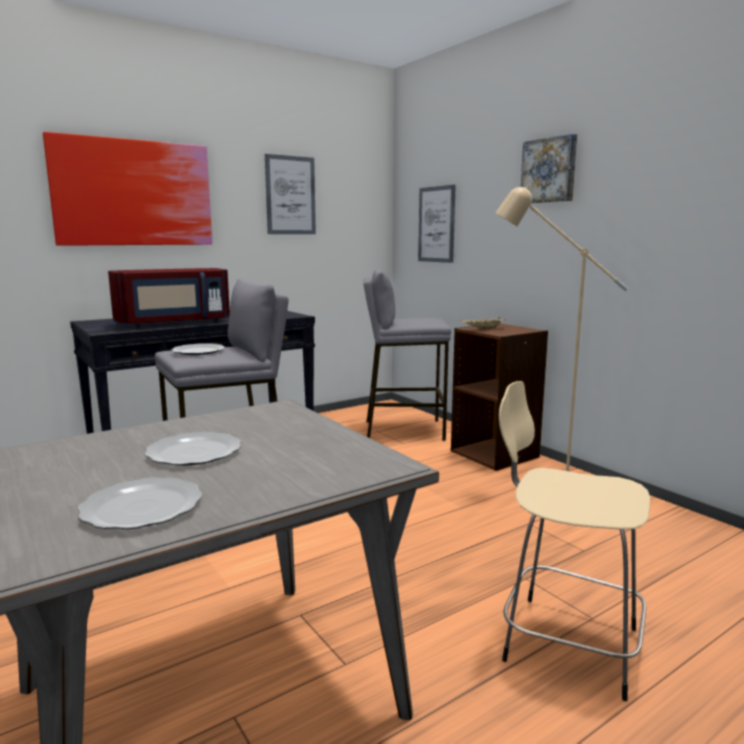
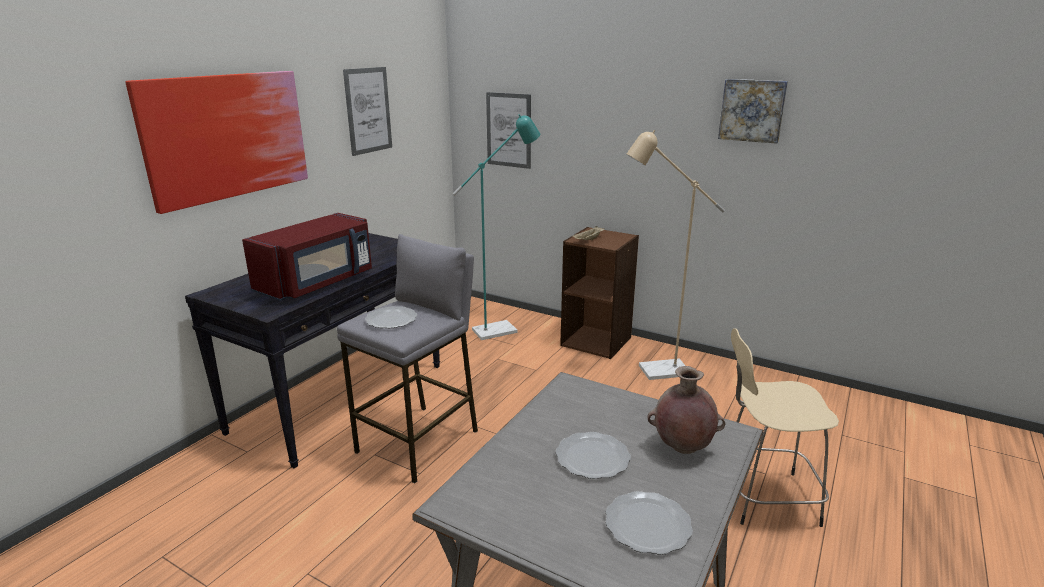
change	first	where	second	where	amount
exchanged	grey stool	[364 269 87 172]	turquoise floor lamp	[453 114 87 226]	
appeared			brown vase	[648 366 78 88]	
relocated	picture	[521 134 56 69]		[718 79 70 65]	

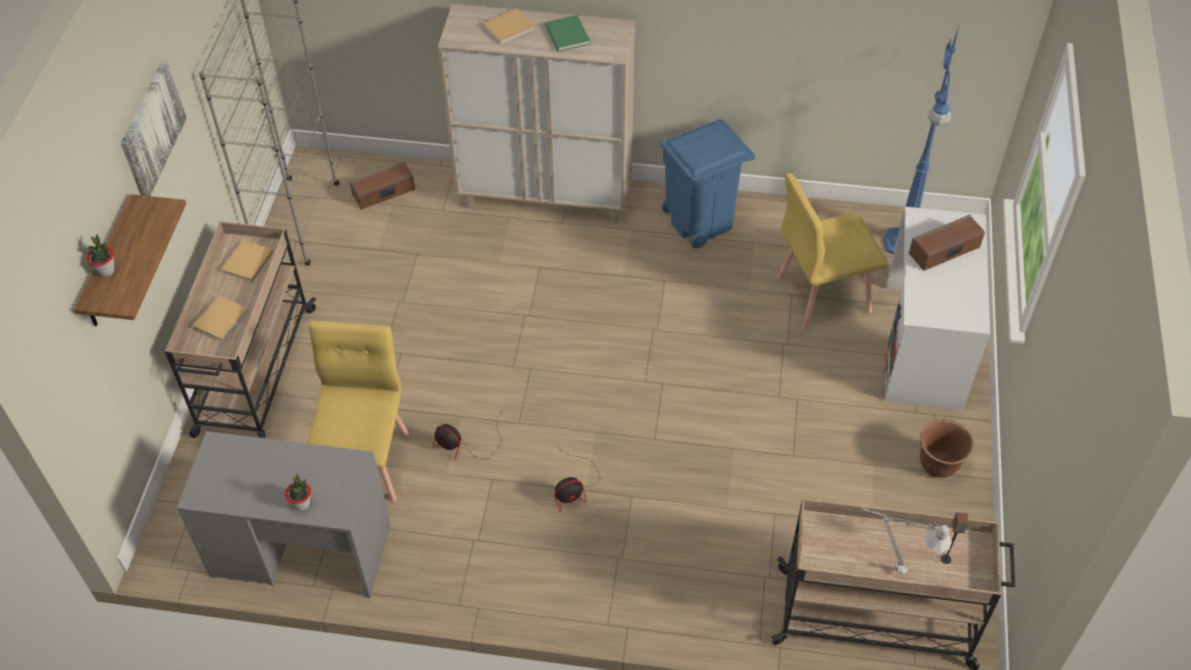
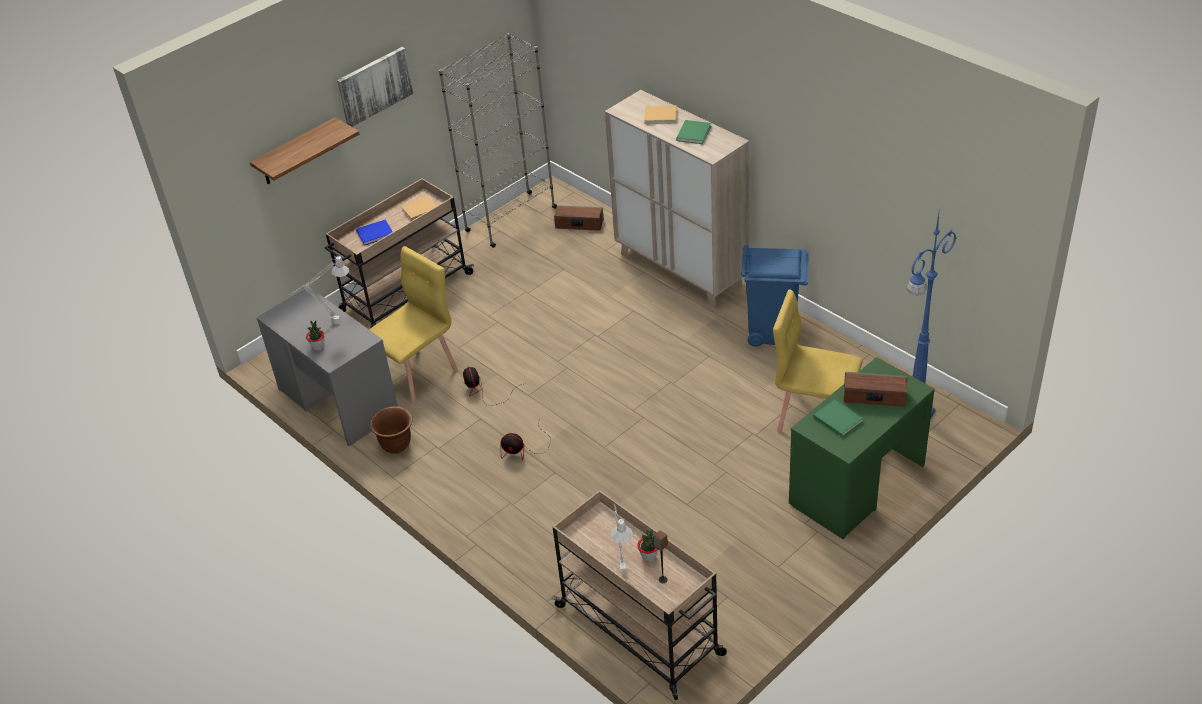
change	first	where	second	where	amount
appeared			grey table lamp	[289 256 60 66]	
colour	beige book	[192 296 56 46]	blue book	[356 219 37 26]	
relocated	brown planter	[920 419 55 59]		[370 406 43 48]	
relocated	potted plant	[86 234 29 43]		[637 529 21 33]	
colour	white desk	[884 207 106 203]	green desk	[789 357 146 182]	
appeared			green book	[813 400 50 37]	

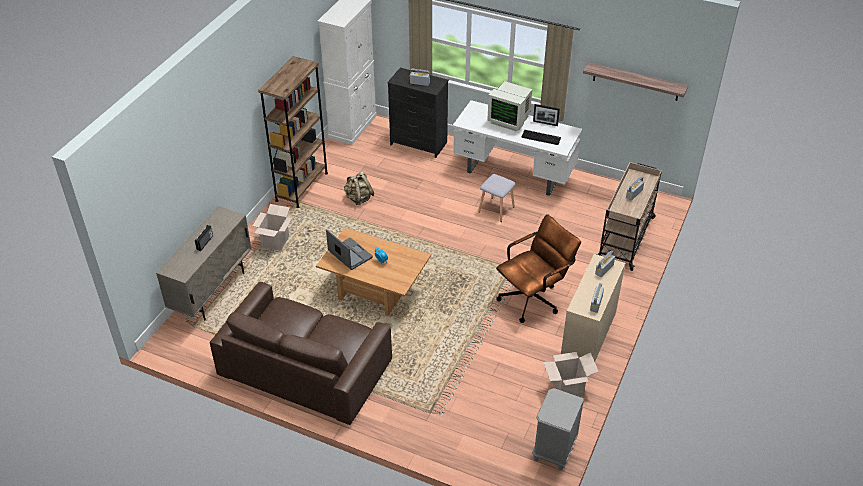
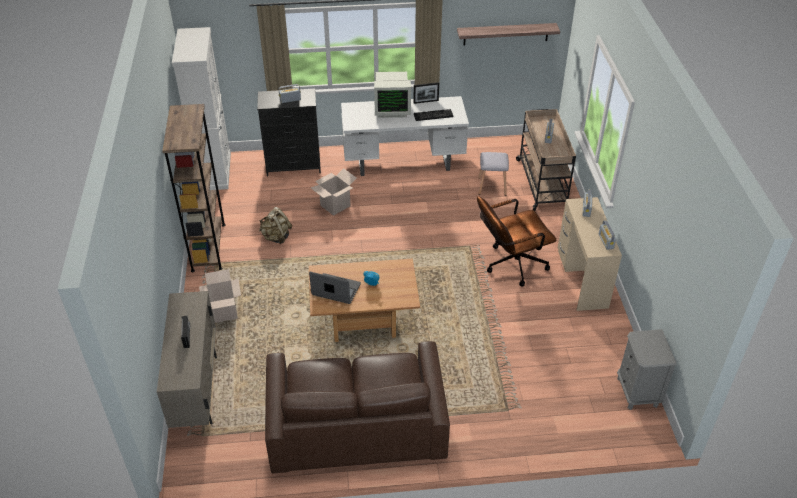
change	first	where	second	where	amount
relocated	cardboard box	[543 352 55 45]		[311 168 46 48]	
spun	brown office chair	[496 214 85 109]		[477 196 80 91]	135 degrees counterclockwise
relocated	grey stool	[478 174 38 48]		[478 152 31 44]	

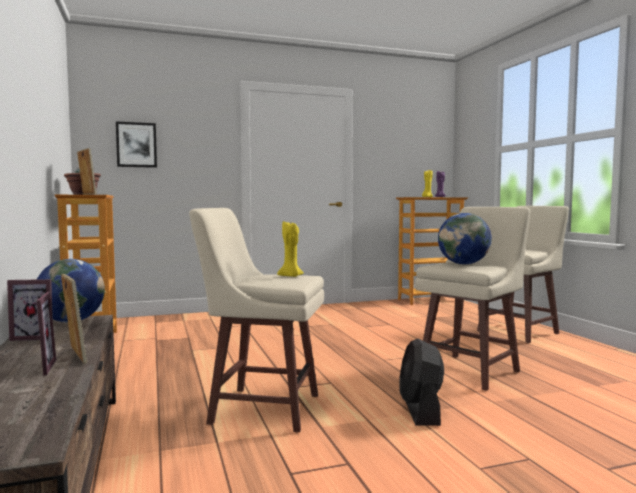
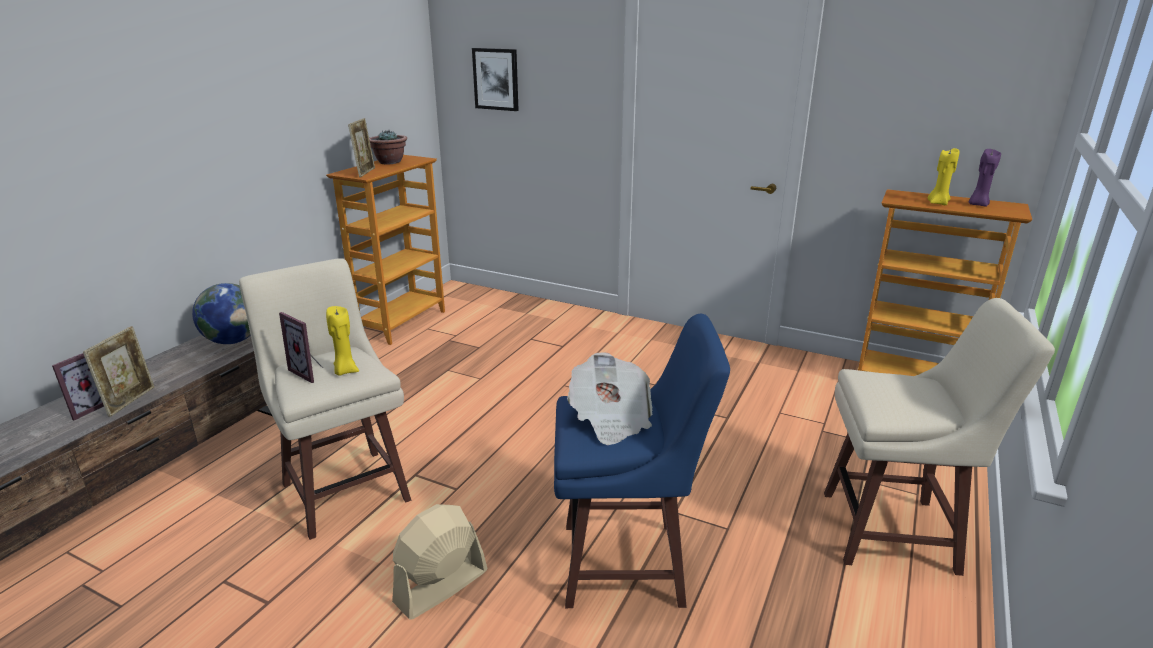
change	first	where	second	where	amount
relocated	picture frame	[7 279 46 62]		[279 312 43 71]	
colour	black fan	[399 339 45 87]	beige fan	[392 504 95 116]	
colour	beige stool	[415 207 115 184]	blue stool	[554 314 176 294]	
exchanged	globe	[438 213 54 51]	newspaper	[567 352 85 93]	

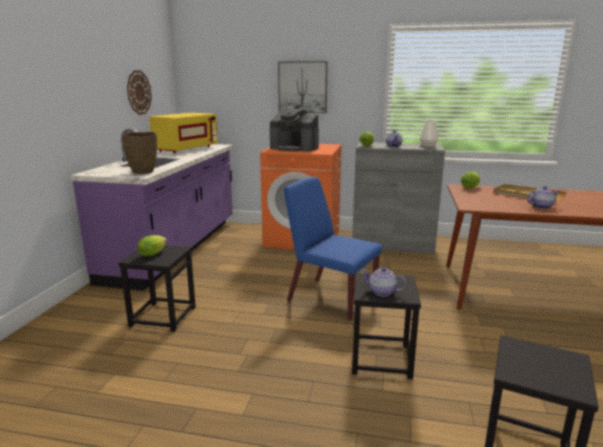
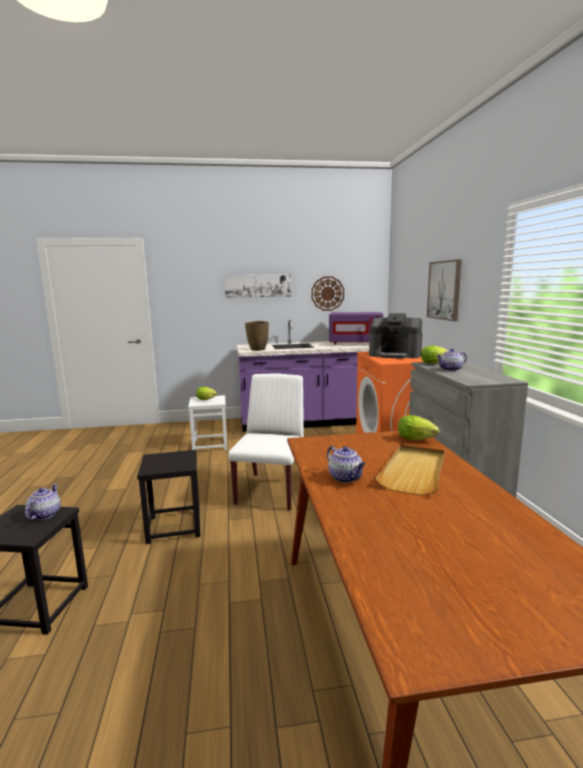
change	first	where	second	where	amount
relocated	teapot	[362 267 44 29]		[25 484 36 36]	
colour	black stool	[118 245 78 87]	white stool	[188 395 39 55]	
appeared			picture	[224 274 67 24]	
colour	blue chair	[284 177 98 143]	white chair	[228 373 76 138]	
colour	yellow microwave	[149 113 69 40]	purple microwave	[329 312 54 32]	
spun	coffee machine	[270 109 49 43]		[369 313 53 46]	75 degrees counterclockwise
missing	white vase	[420 121 19 26]			

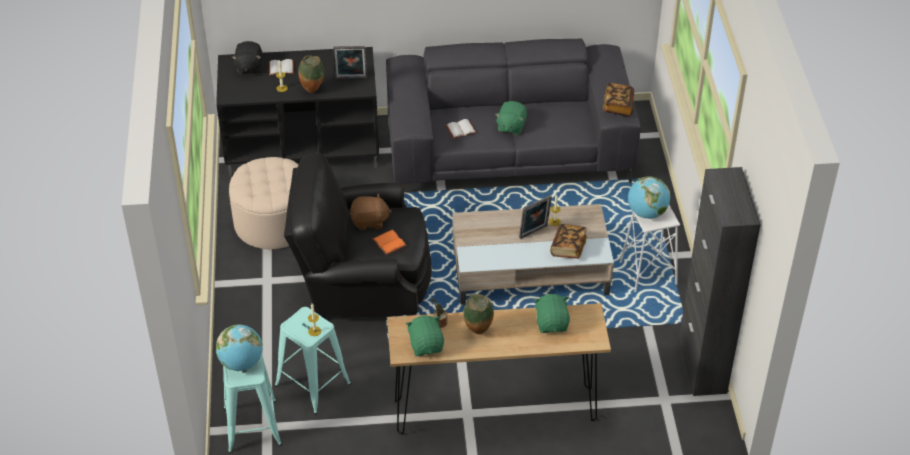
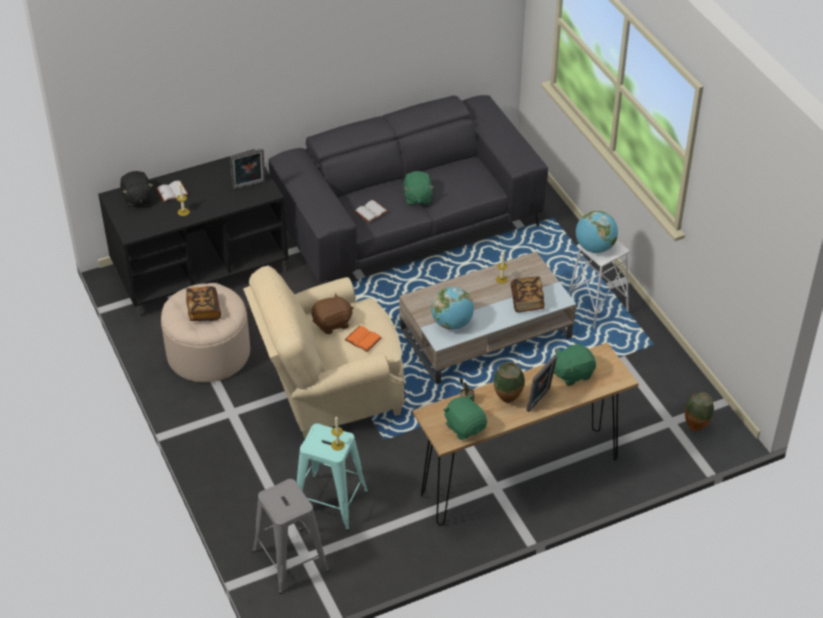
change	first	where	second	where	amount
relocated	book	[603 83 31 34]		[186 286 35 35]	
colour	black armchair	[284 152 148 167]	beige armchair	[243 265 162 173]	
colour	turquoise stool	[223 354 59 99]	grey stool	[252 479 78 115]	
relocated	globe	[216 324 47 47]		[431 287 43 43]	
relocated	picture frame	[519 195 33 44]		[526 355 31 57]	
spun	green plush toy	[534 294 36 39]		[554 344 42 42]	90 degrees counterclockwise
relocated	vase	[298 55 26 38]		[685 392 29 40]	
missing	black cabinet	[679 167 82 229]			

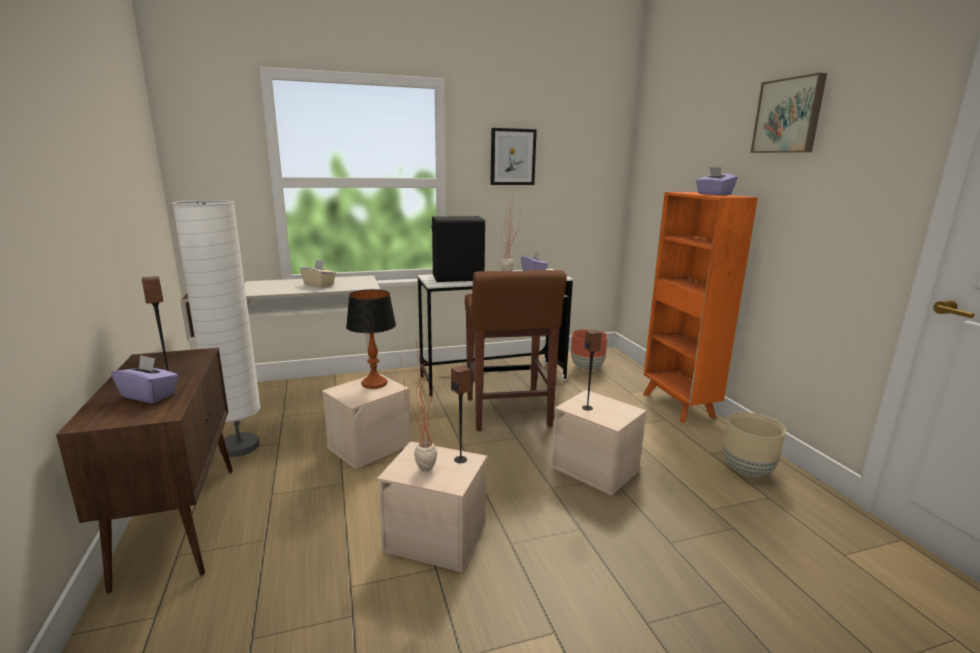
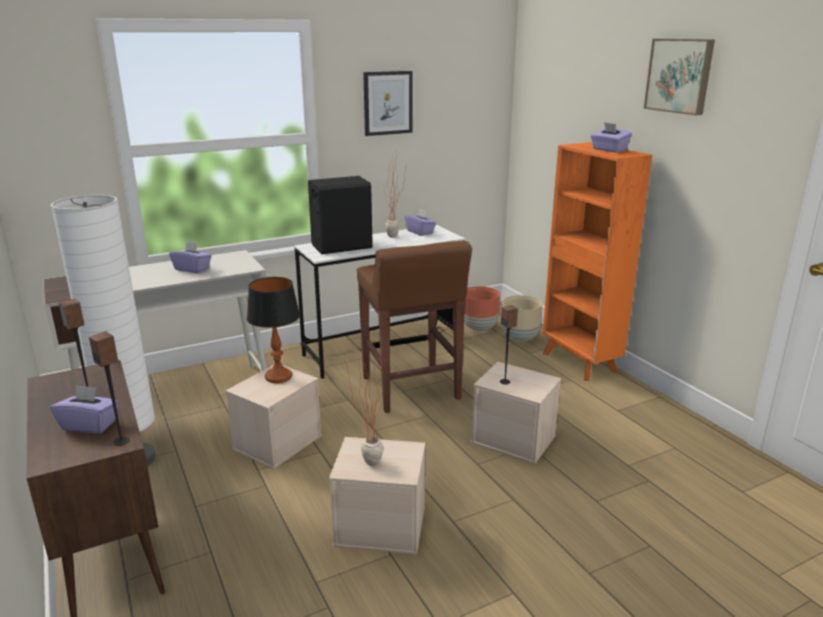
change	first	where	second	where	amount
relocated	speaker	[451 365 20 98]		[89 332 41 114]	
colour	beige tissue box	[300 260 36 27]	purple tissue box	[169 241 43 32]	
relocated	beige planter	[723 412 63 65]		[502 295 41 47]	

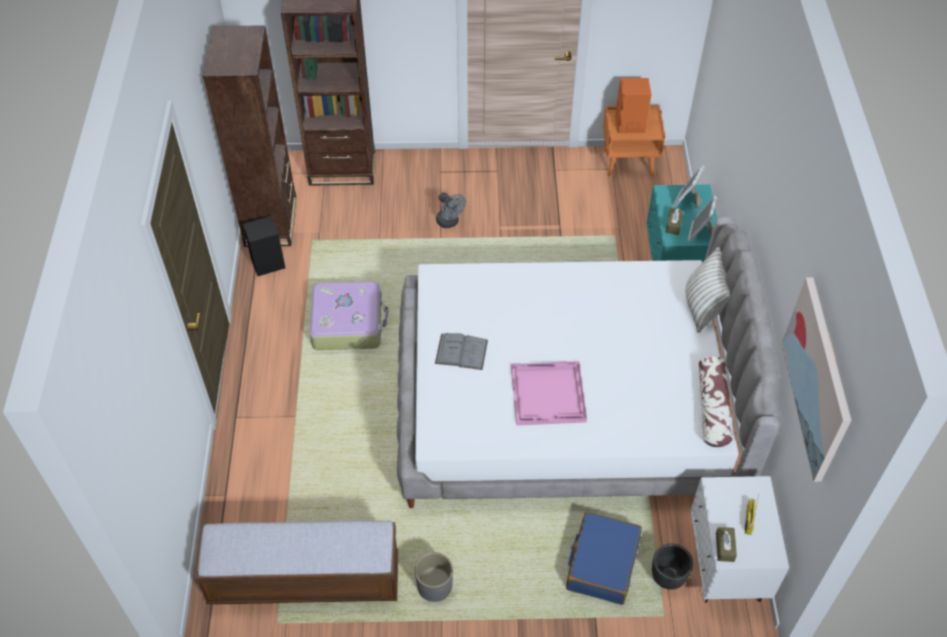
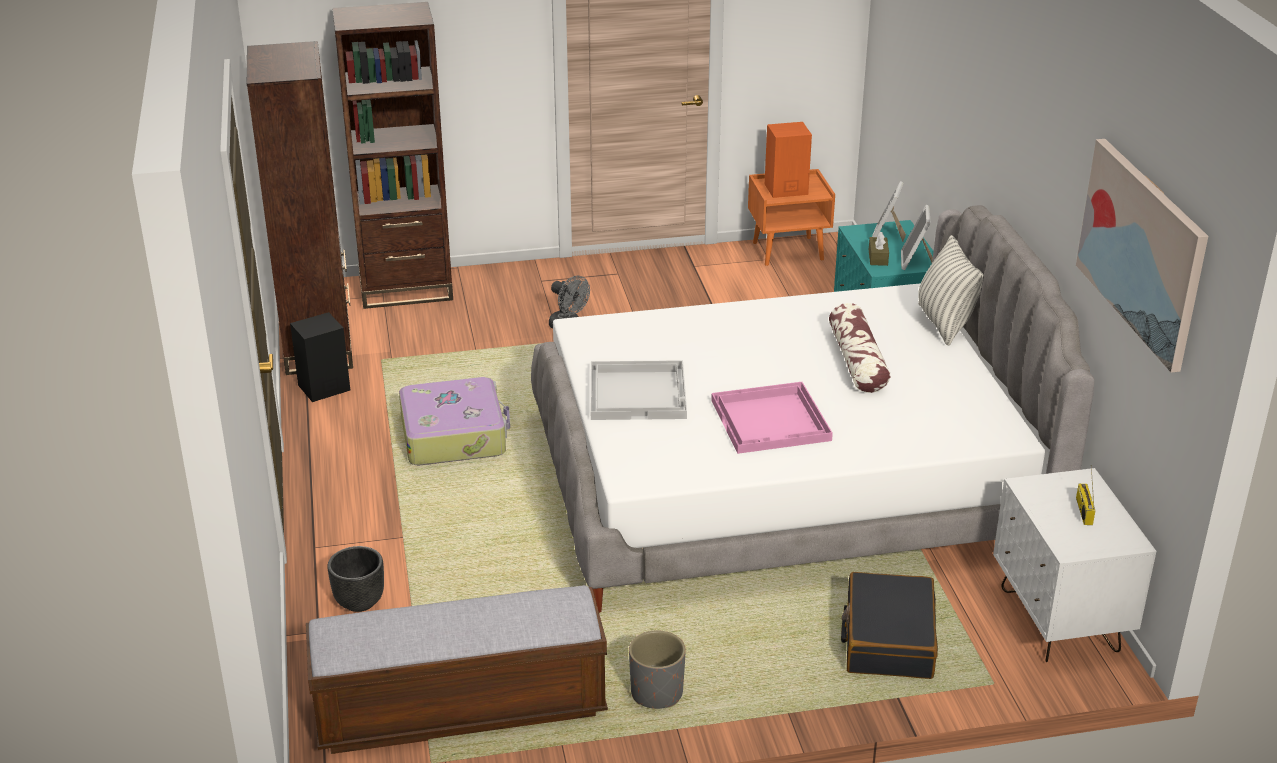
change	first	where	second	where	amount
relocated	black planter	[652 543 41 47]		[327 546 57 66]	
exchanged	grey book	[435 333 53 37]	white tray	[591 360 96 60]	
relocated	pillow	[699 356 34 91]		[829 303 61 90]	
colour	blue suitcase	[566 512 76 93]	black suitcase	[841 572 97 107]	
missing	brown tissue box	[716 527 21 35]			

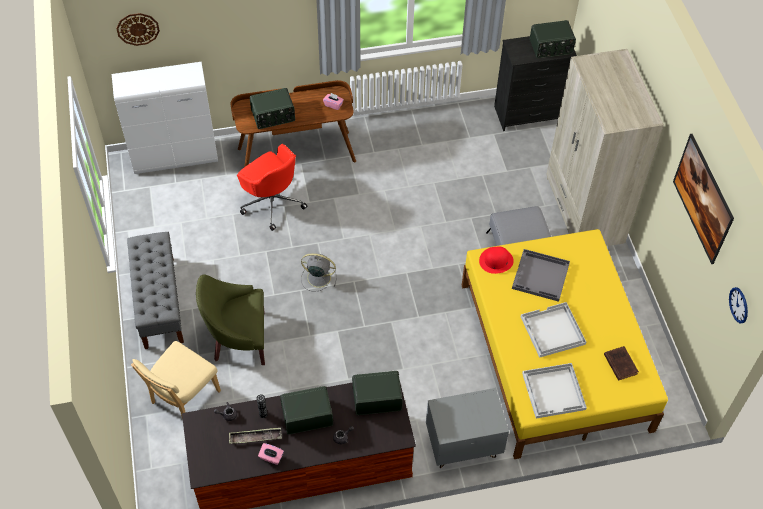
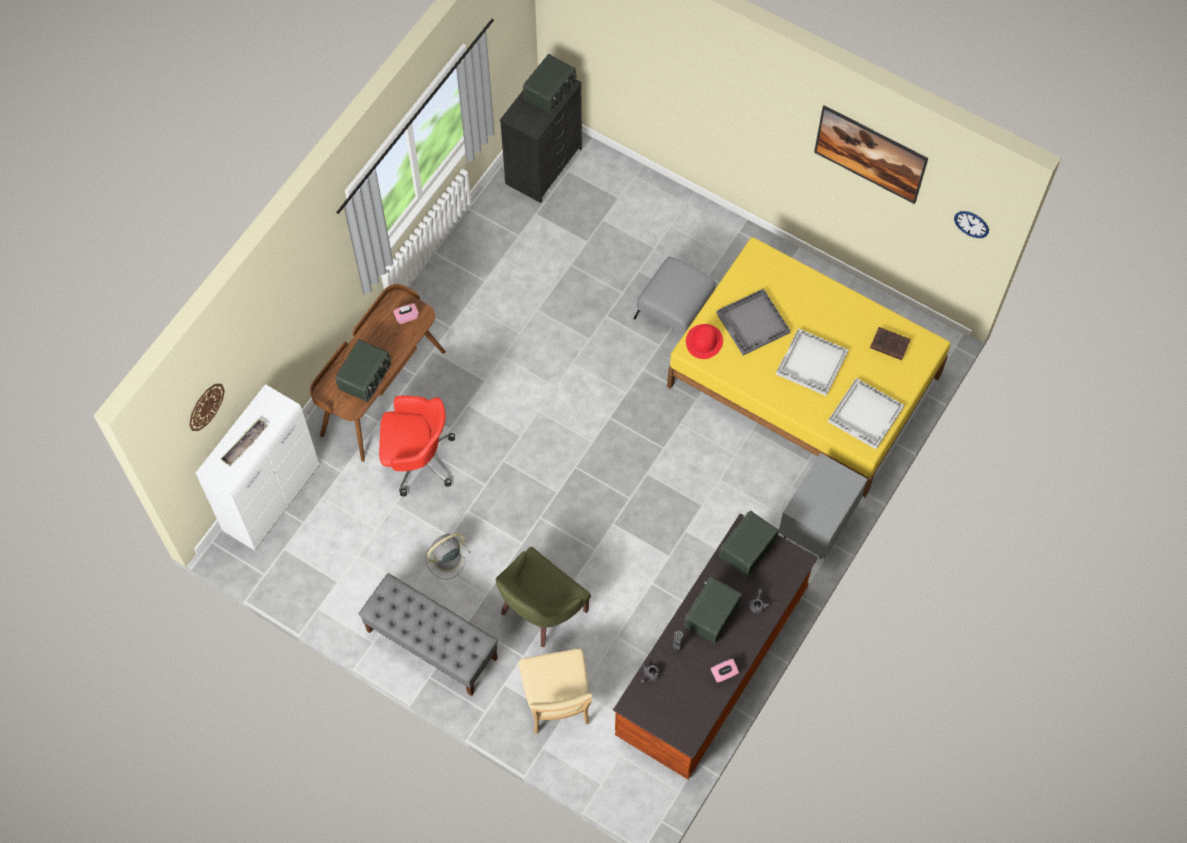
change	first	where	second	where	amount
relocated	tray	[229 428 53 16]		[220 418 48 48]	
relocated	grey fan	[301 253 36 39]		[426 533 45 46]	
missing	beige wardrobe	[546 49 118 197]			

